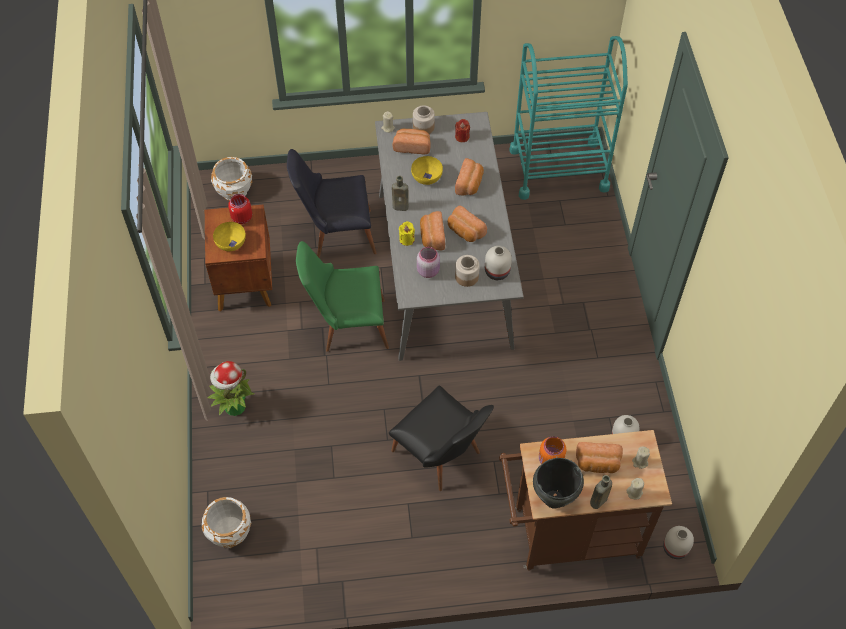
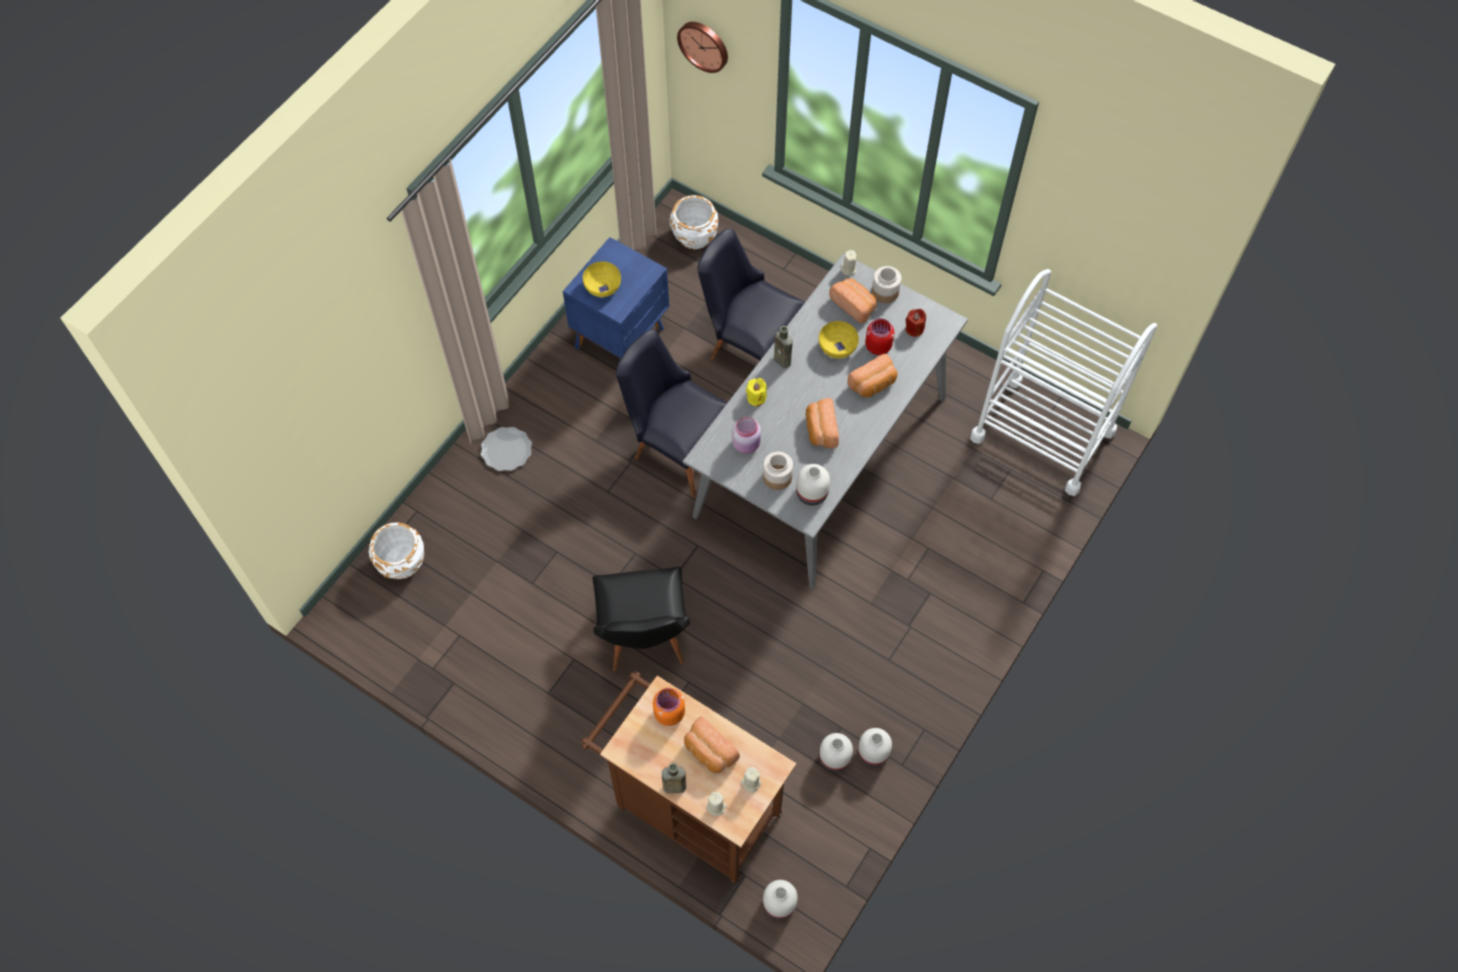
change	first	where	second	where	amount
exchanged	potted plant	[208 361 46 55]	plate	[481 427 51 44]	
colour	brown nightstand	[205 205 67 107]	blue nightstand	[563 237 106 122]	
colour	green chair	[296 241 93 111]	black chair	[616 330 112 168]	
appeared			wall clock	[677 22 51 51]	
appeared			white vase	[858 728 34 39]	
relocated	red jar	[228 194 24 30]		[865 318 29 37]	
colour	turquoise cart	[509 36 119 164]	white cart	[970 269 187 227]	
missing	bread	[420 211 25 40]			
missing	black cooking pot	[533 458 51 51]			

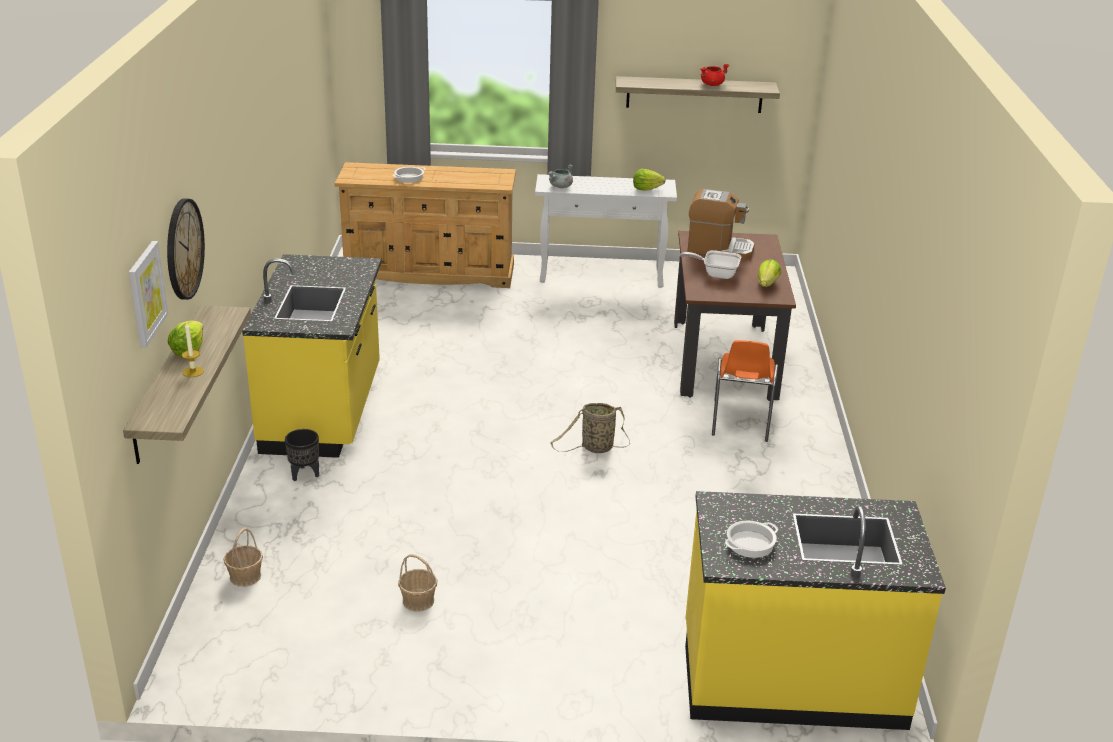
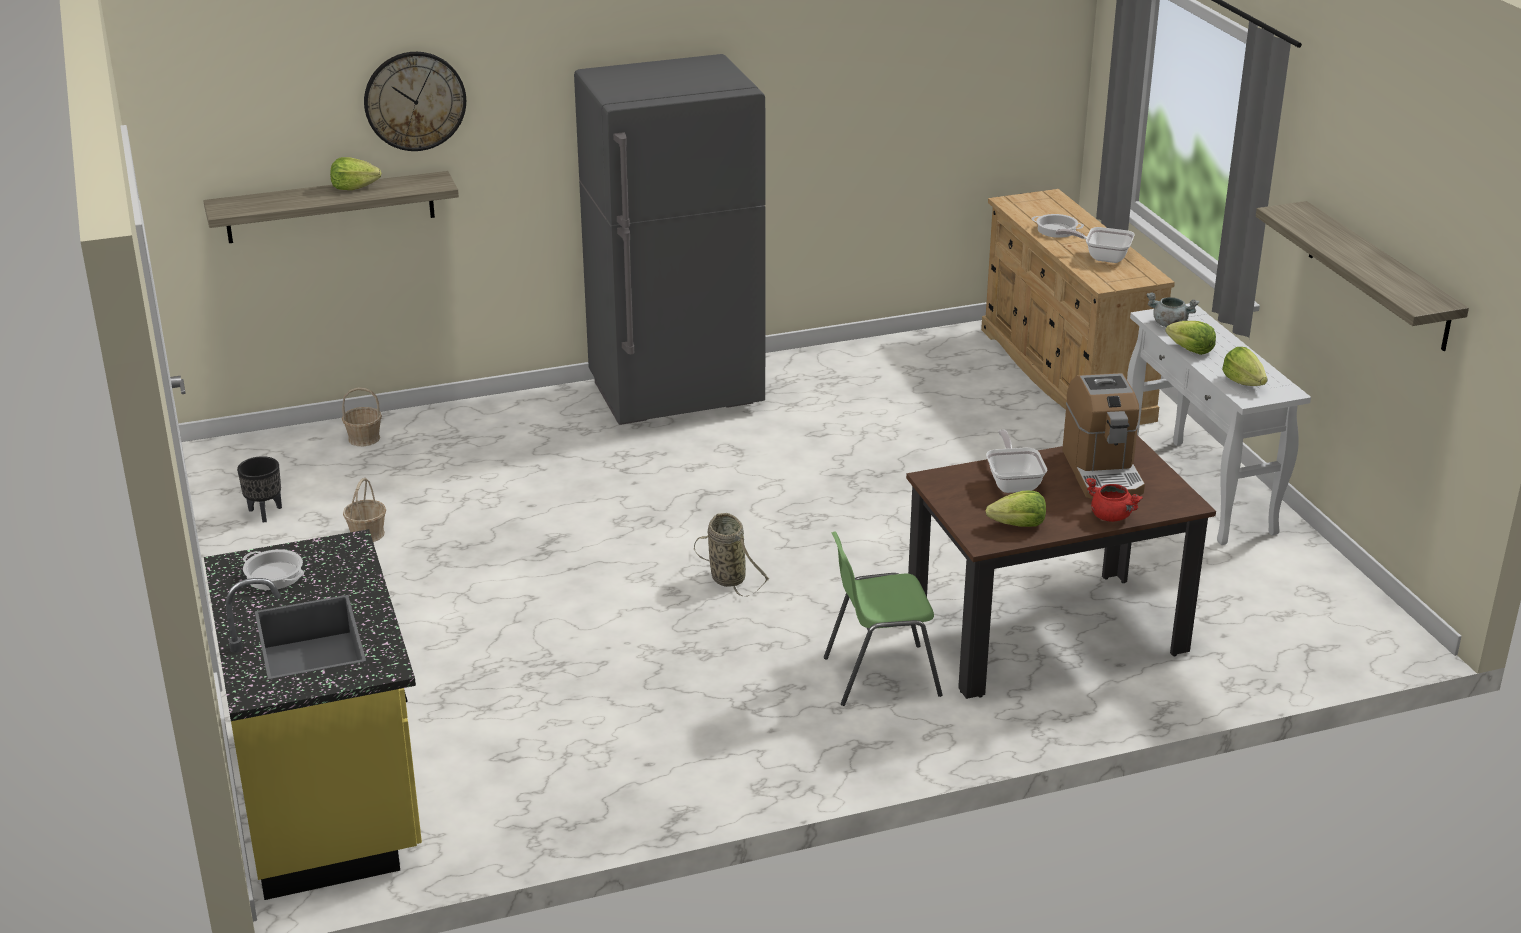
change	first	where	second	where	amount
relocated	black planter	[285 429 34 52]		[237 456 45 66]	
exchanged	yellow counter	[242 254 139 204]	grey fridge	[574 54 192 371]	
colour	orange chair	[712 340 66 102]	green chair	[824 531 119 175]	
appeared			frying pan	[1055 227 80 36]	
relocated	red cooking pot	[700 64 30 22]		[1085 478 58 44]	
appeared			lettuce	[1165 321 51 34]	
missing	picture	[129 241 39 107]			
missing	candle	[182 323 22 54]			

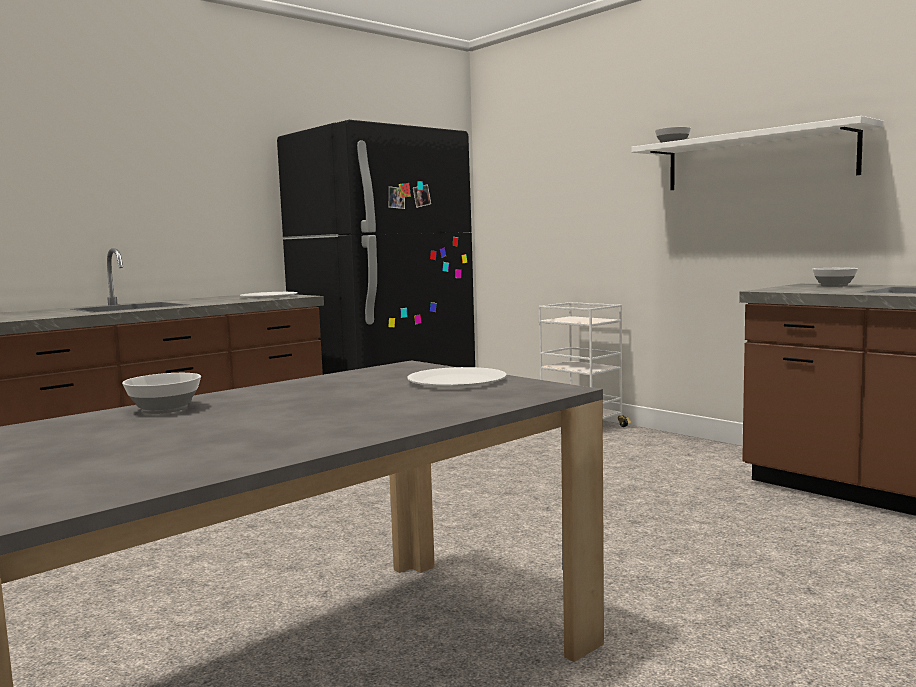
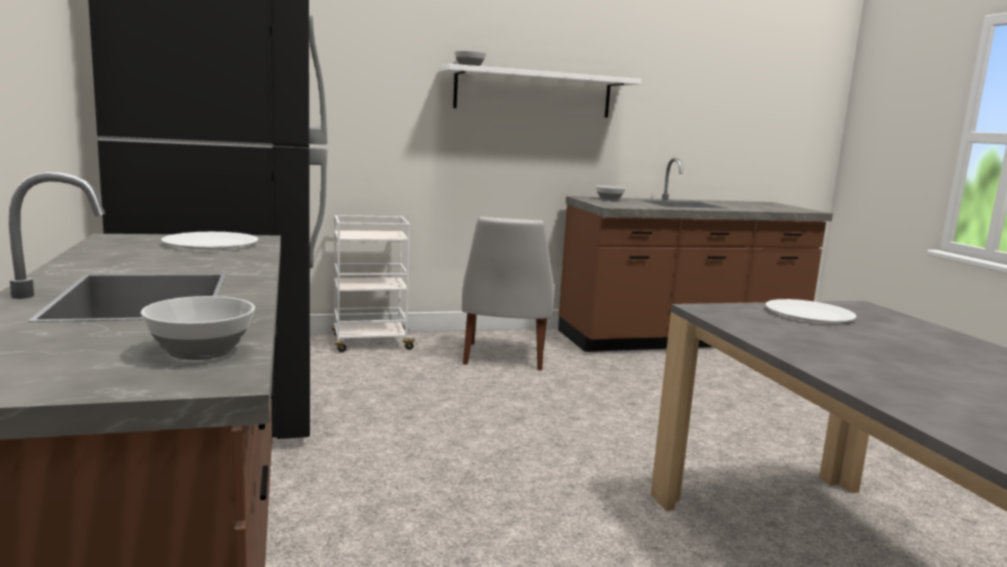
change	first	where	second	where	amount
relocated	bowl	[122 373 79 41]		[141 296 114 64]	
appeared			white chair	[462 217 93 154]	

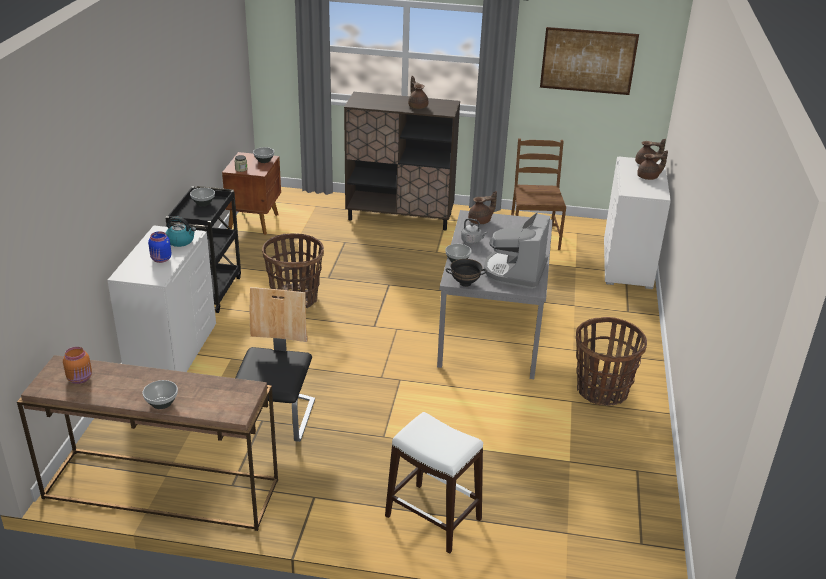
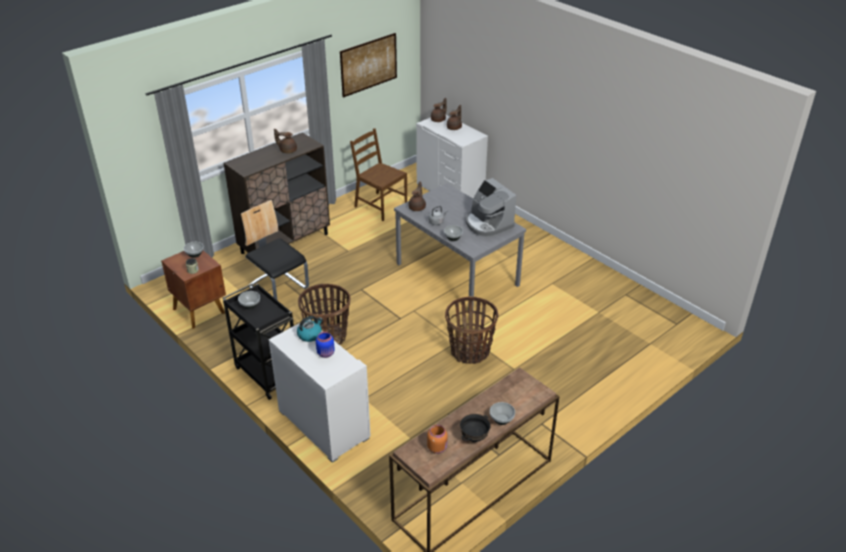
change	first	where	second	where	amount
relocated	chair	[235 287 80 155]		[241 200 68 100]	
relocated	basket	[576 317 71 89]		[445 296 53 68]	
relocated	black bowl	[445 259 42 28]		[460 414 31 28]	
missing	white stool	[385 412 98 142]			

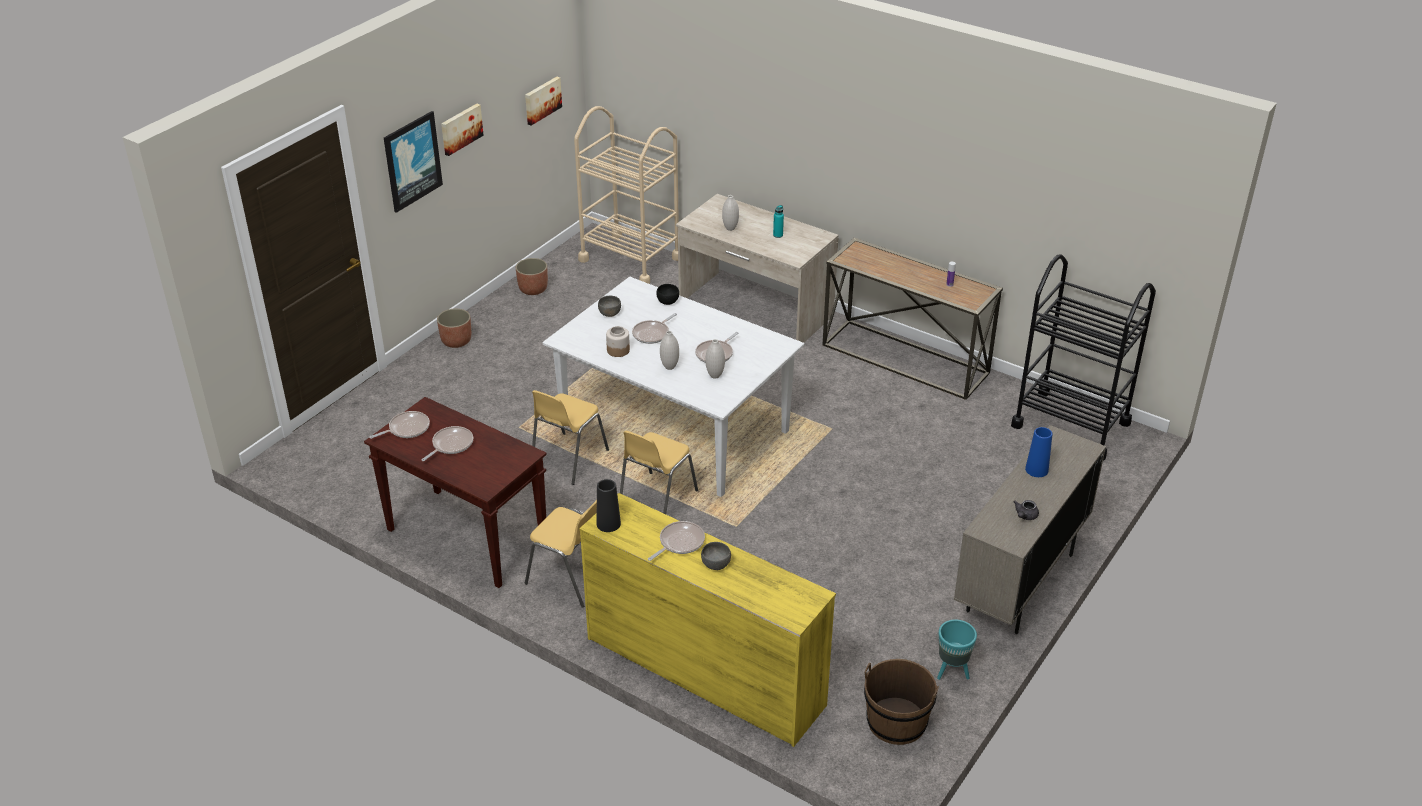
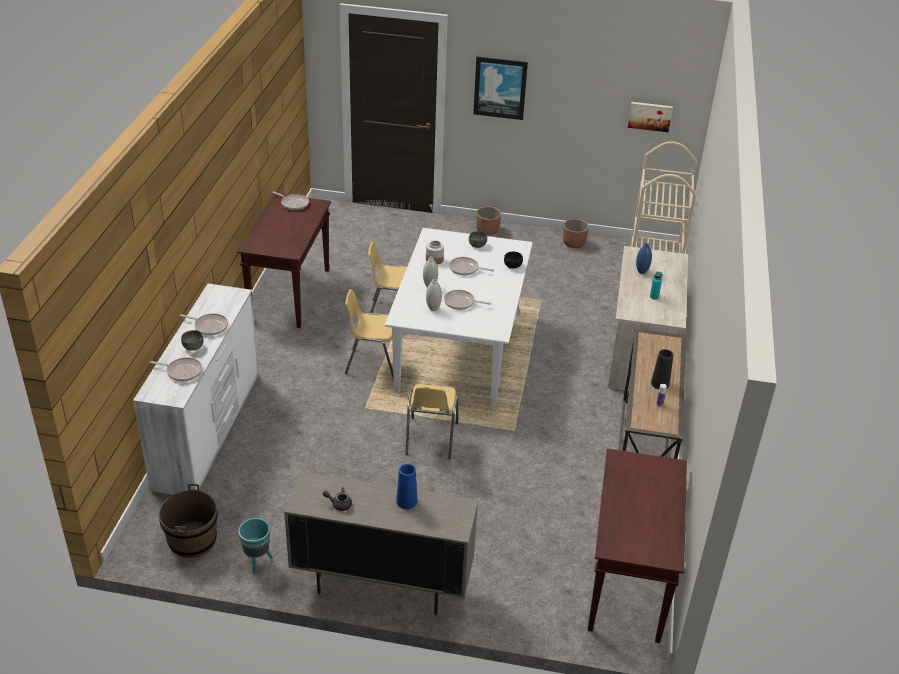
change	first	where	second	where	amount
colour	yellow dresser	[579 493 257 254]	white dresser	[133 284 126 211]	
relocated	frying pan	[421 426 52 35]		[150 357 52 24]	
relocated	yellow chair	[525 500 72 108]		[405 384 54 75]	
exchanged	black cart	[1011 254 145 207]	brown console table	[588 448 99 195]	
colour	white vase	[722 195 17 36]	blue vase	[636 243 16 31]	
relocated	black vase	[596 479 25 53]		[651 349 22 40]	
missing	picture	[441 104 43 52]			

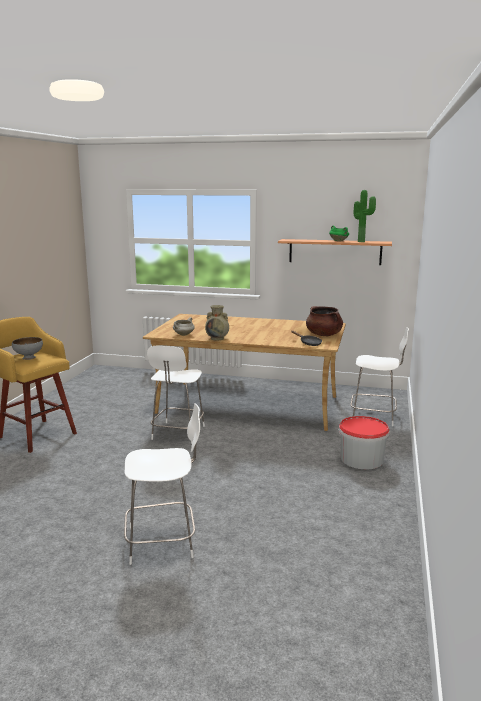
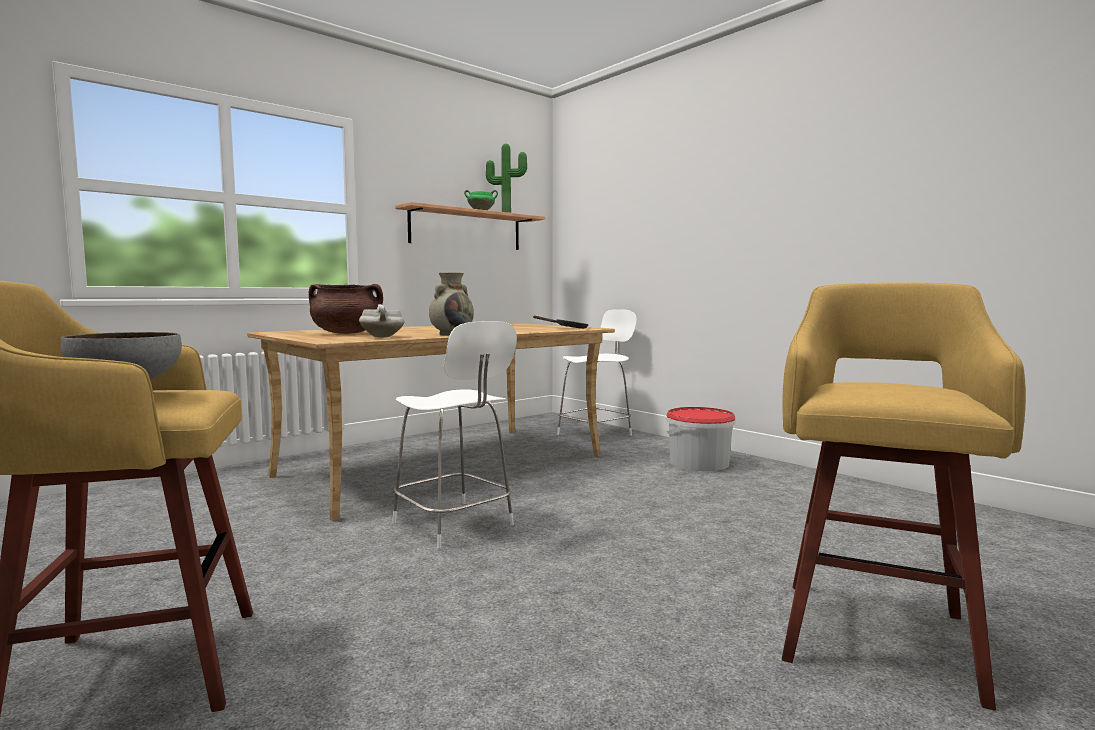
change	first	where	second	where	amount
relocated	brown cooking pot	[306 306 37 30]		[309 284 74 50]	
exchanged	white chair	[124 403 76 162]	yellow stool	[782 282 244 429]	

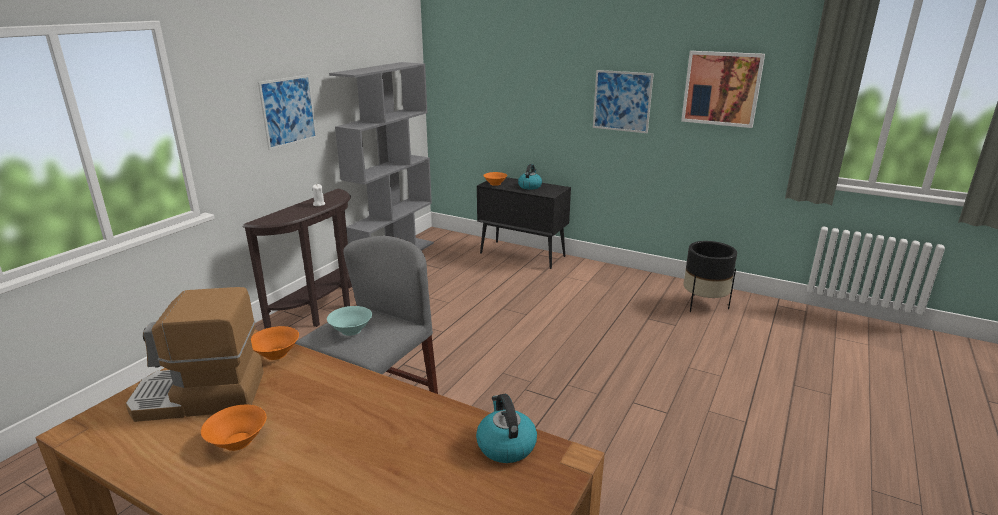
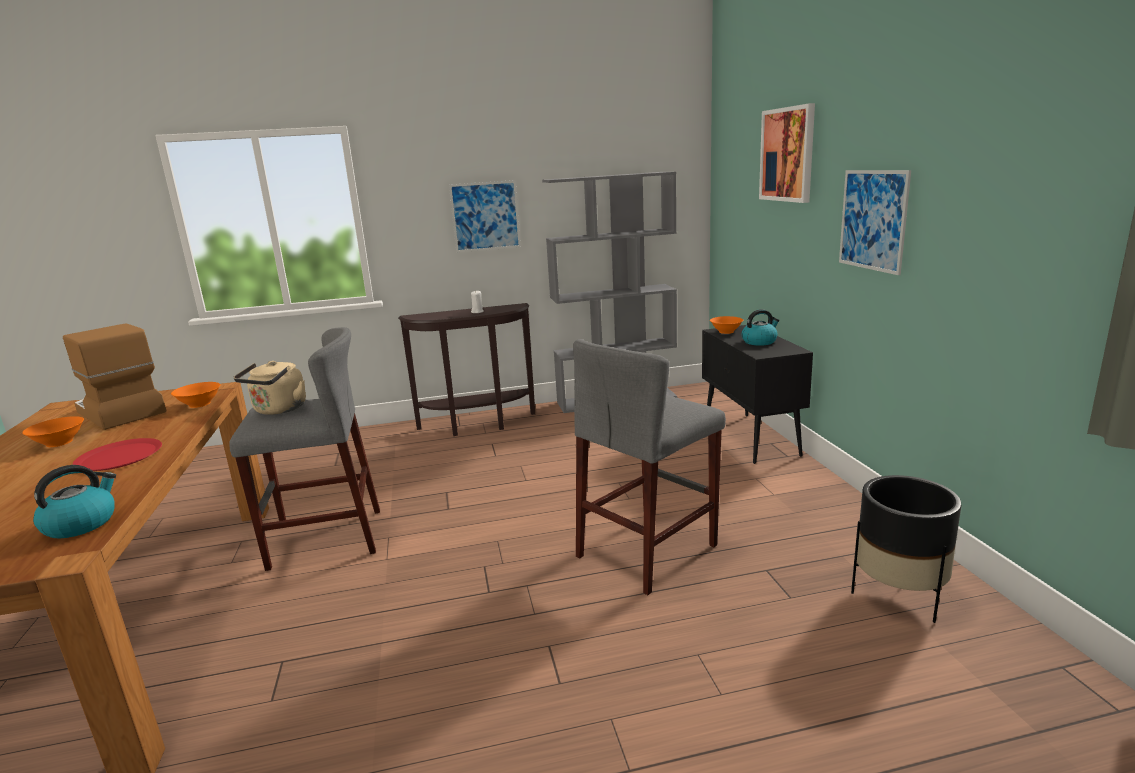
change	first	where	second	where	amount
appeared			red plate	[73 438 89 33]	
exchanged	turquoise bowl	[327 306 45 30]	beige kettle	[234 361 72 54]	
appeared			grey stool	[573 339 153 256]	
relocated	picture	[681 51 84 77]		[759 103 56 100]	

